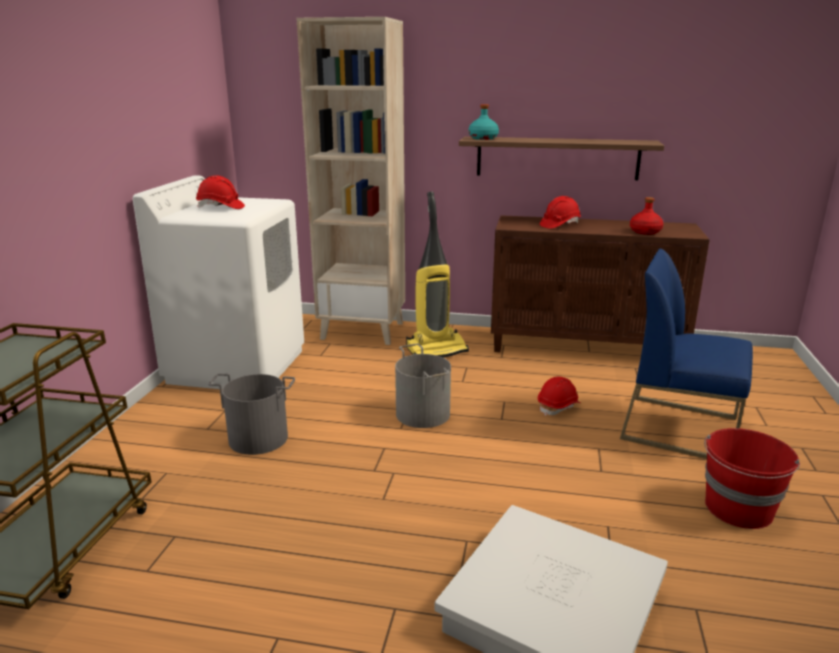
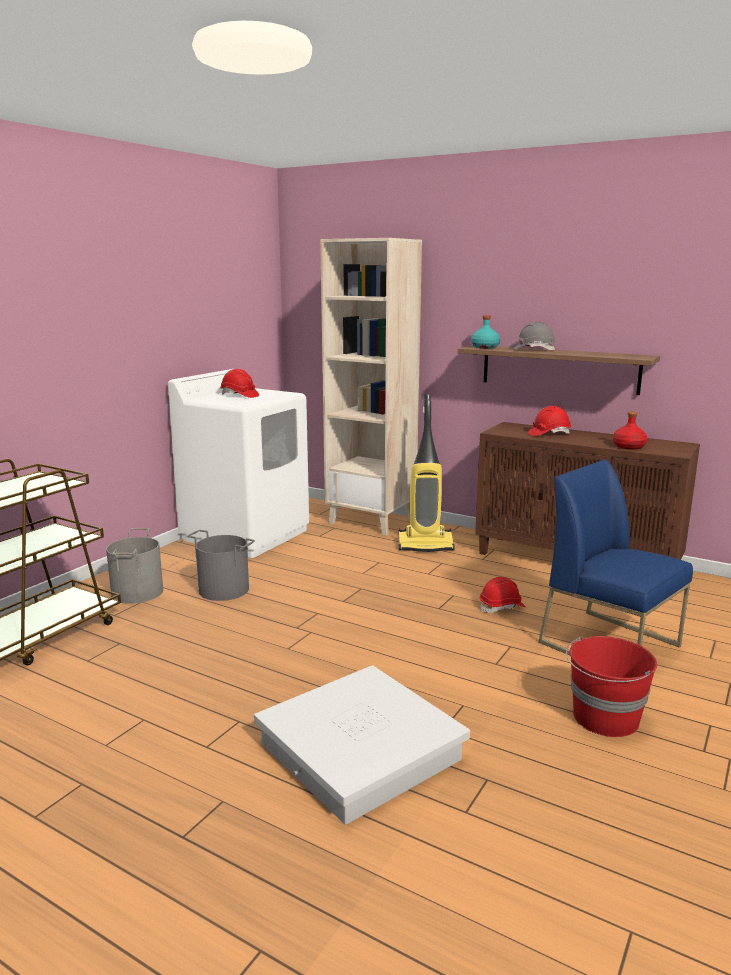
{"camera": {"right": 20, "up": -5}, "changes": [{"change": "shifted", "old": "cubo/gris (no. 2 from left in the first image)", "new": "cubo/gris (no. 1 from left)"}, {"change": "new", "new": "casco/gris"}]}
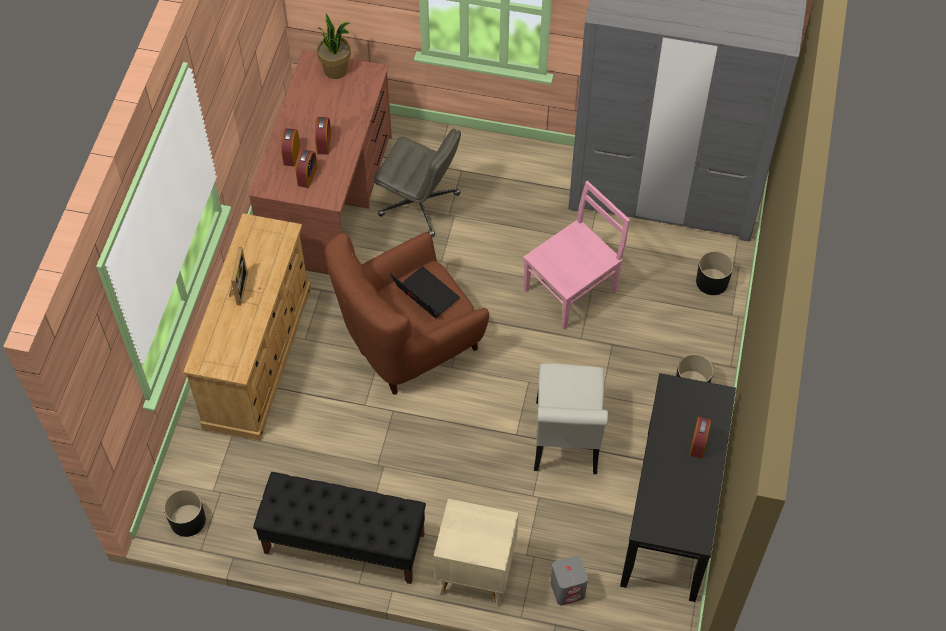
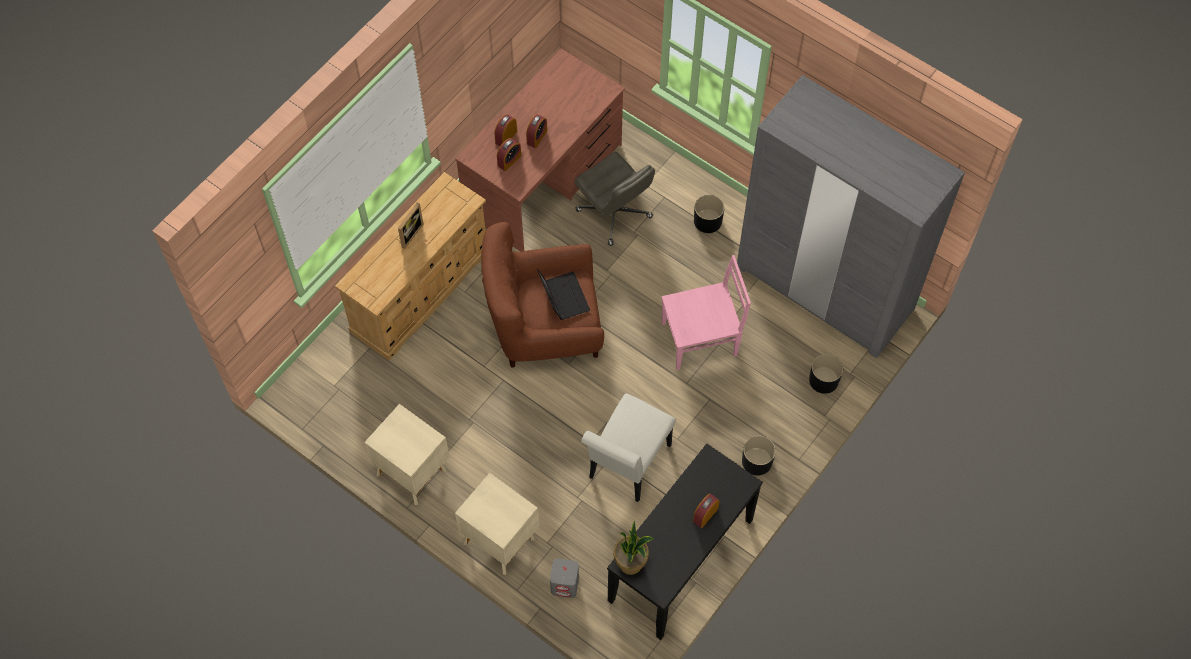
{"camera": {"right": 25, "up": 5}, "changes": [{"change": "shifted", "old": "planta en maceta"}, {"change": "swapped", "old": "banco/negro", "new": "mesita de noche/beis (no. 1 from left)"}, {"change": "shifted", "old": "maceta/negro (no. 1 from left)"}]}
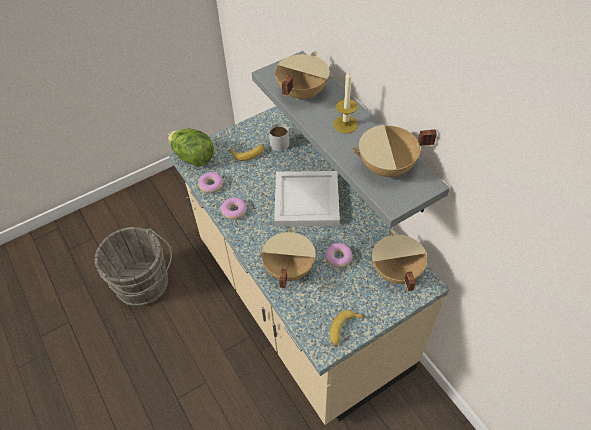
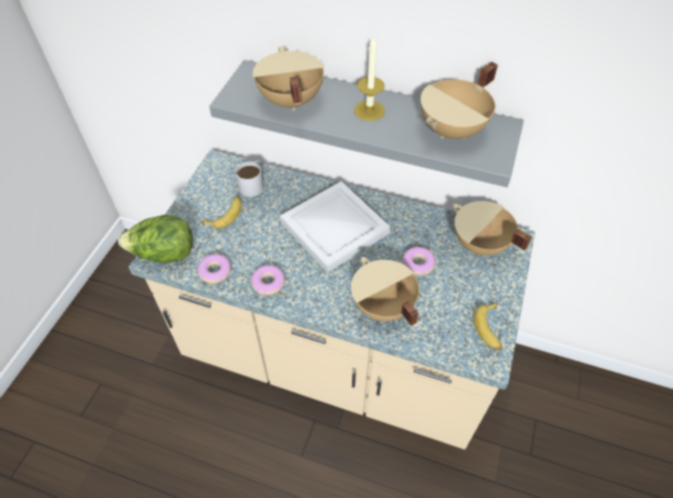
{"camera": {"right": -40, "up": 0}, "changes": [{"change": "gone", "old": "cubo/gris"}]}
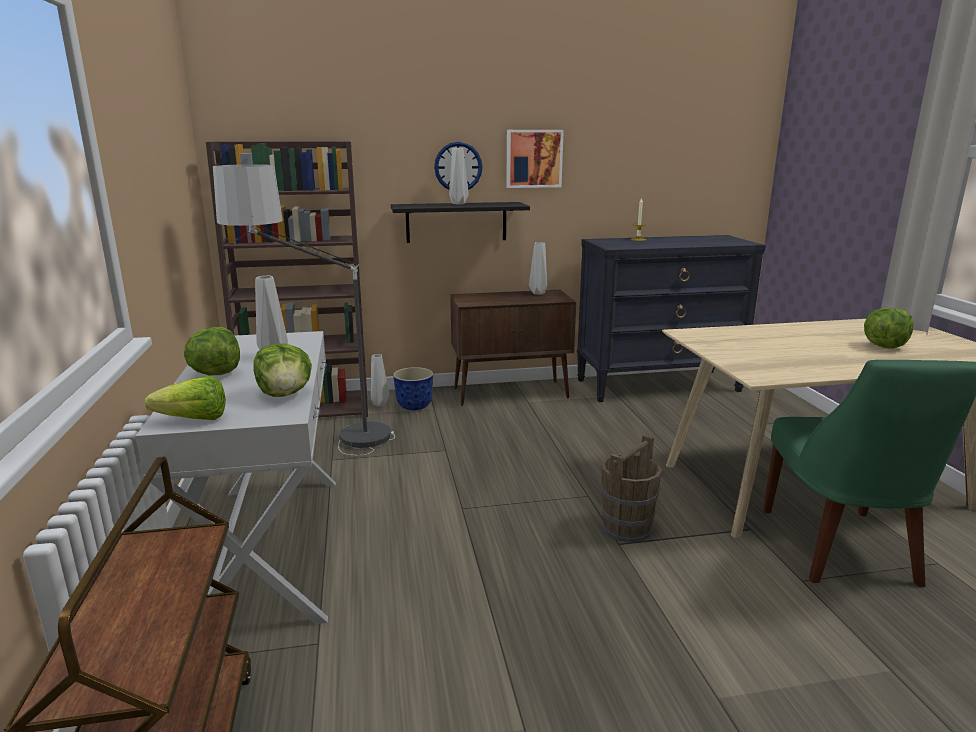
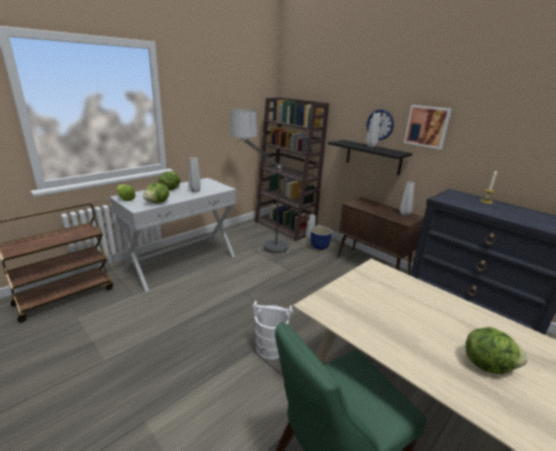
{"camera": {"right": 55, "up": 5}, "changes": [{"change": "repainted", "old": "cubo/marrón", "new": "cubo/blanco"}]}
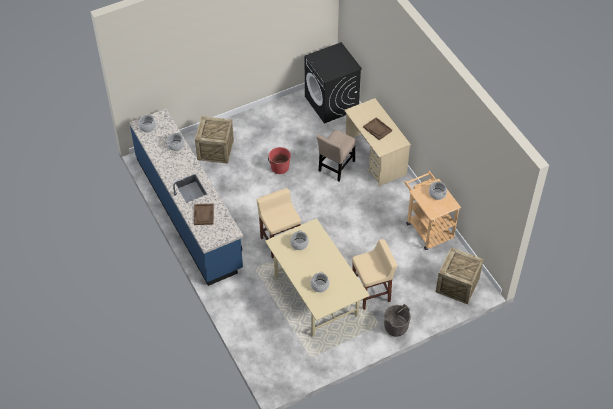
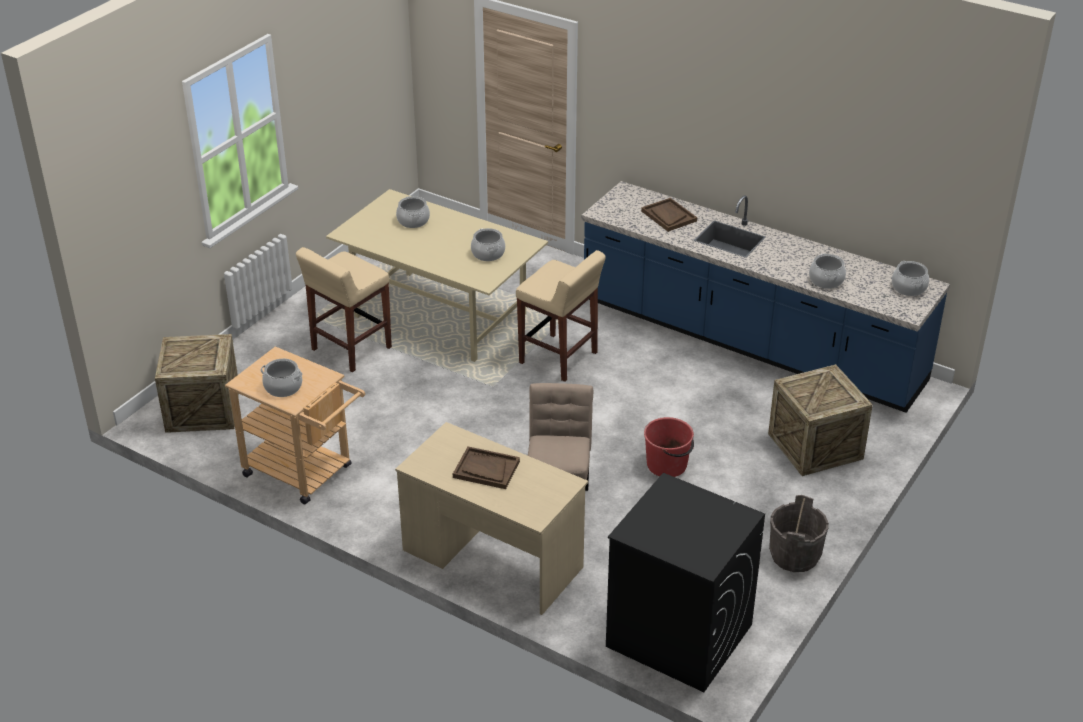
{"camera": {"right": 150, "up": -15}, "changes": [{"change": "shifted", "old": "cubo/gris"}]}
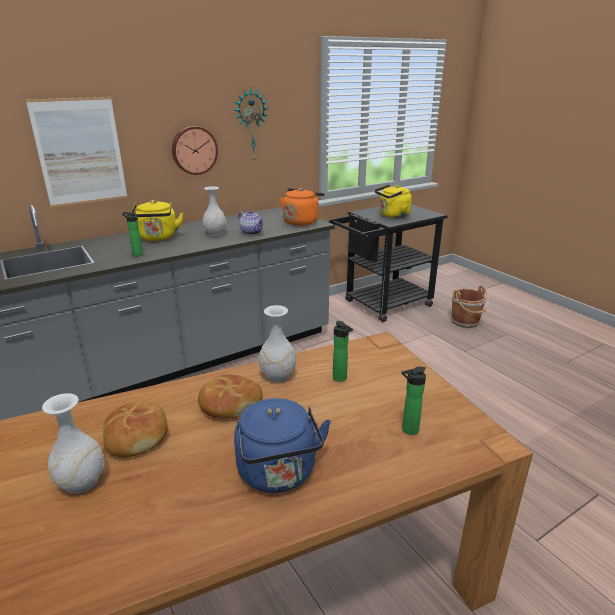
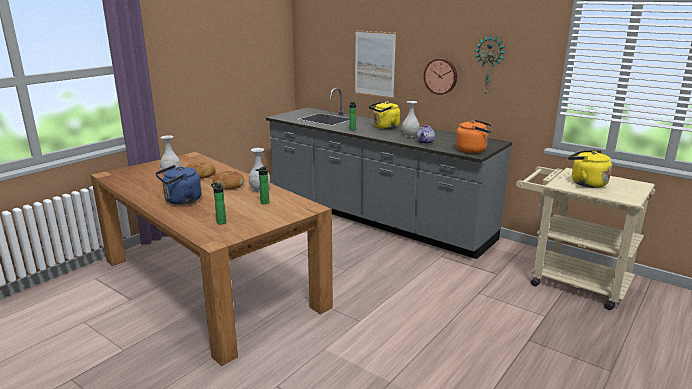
{"camera": {"right": 70, "up": -5}, "changes": [{"change": "repainted", "old": "carrito/negro", "new": "carrito/beis"}, {"change": "gone", "old": "cubo/marrón"}]}
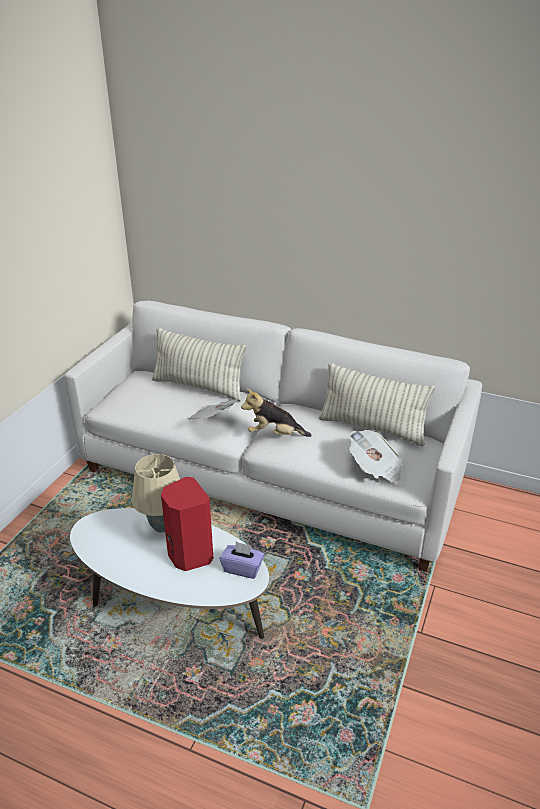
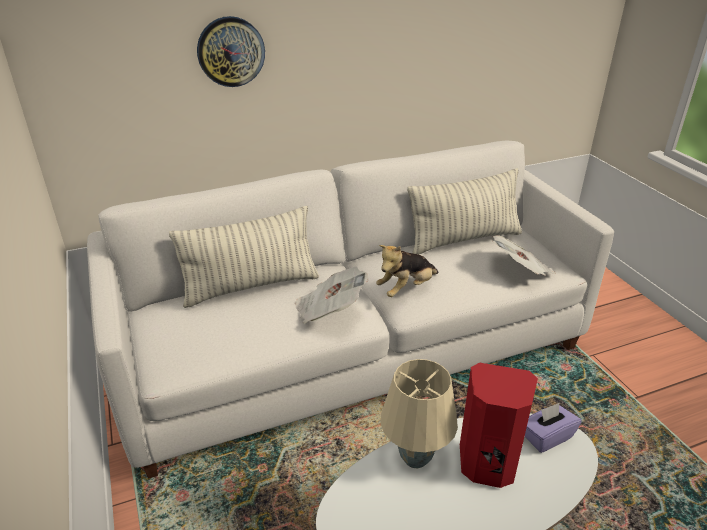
{"camera": {"right": -45, "up": 0}, "changes": [{"change": "new", "new": "reloj de pared"}]}
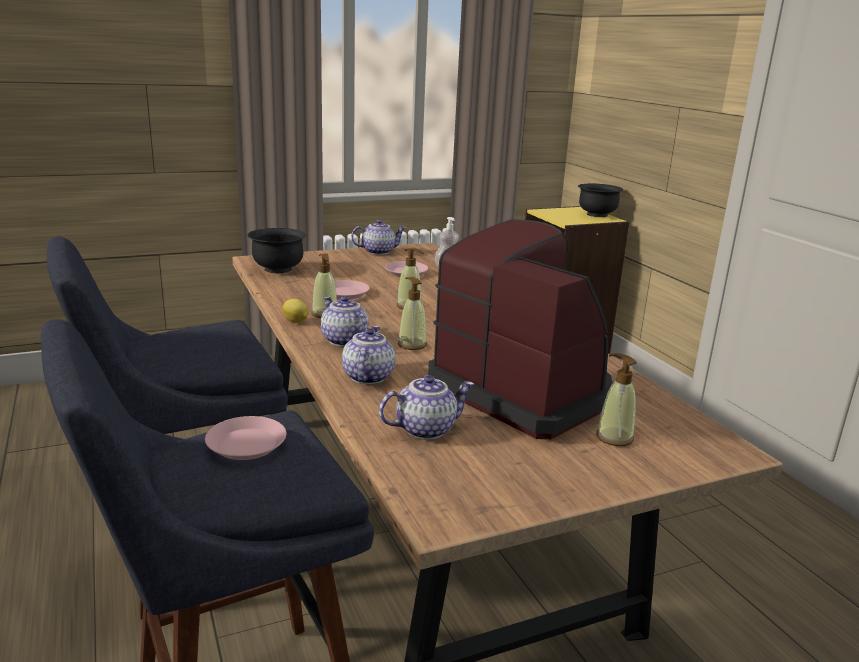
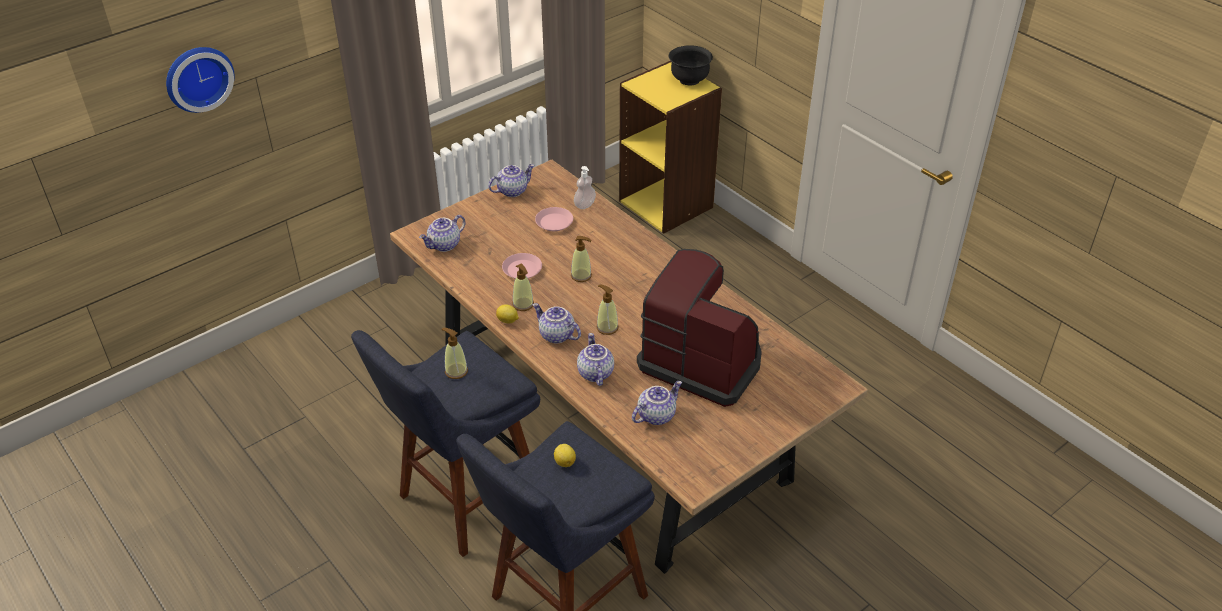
{"camera": {"right": -15, "up": 20}, "changes": [{"change": "swapped", "old": "cuenco/negro (no. 1 from left)", "new": "tetera (no. 1 from left)"}, {"change": "shifted", "old": "dispensador de jabón (no. 5 from left in the first image)", "new": "dispensador de jabón (no. 1 from left)"}, {"change": "swapped", "old": "plato/rosa (no. 1 from left)", "new": "limón (no. 2 from left)"}, {"change": "new", "new": "reloj de pared"}]}
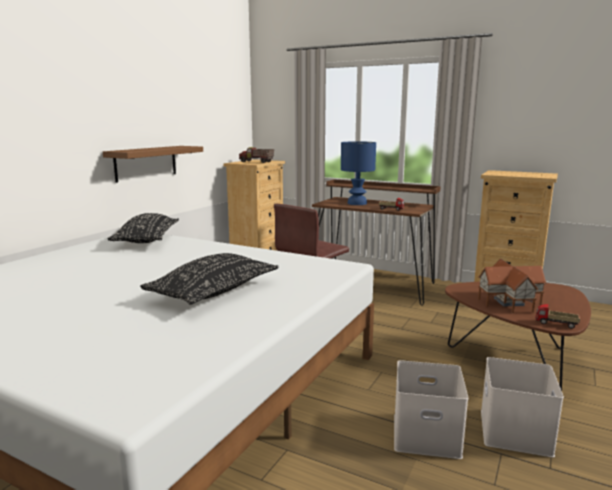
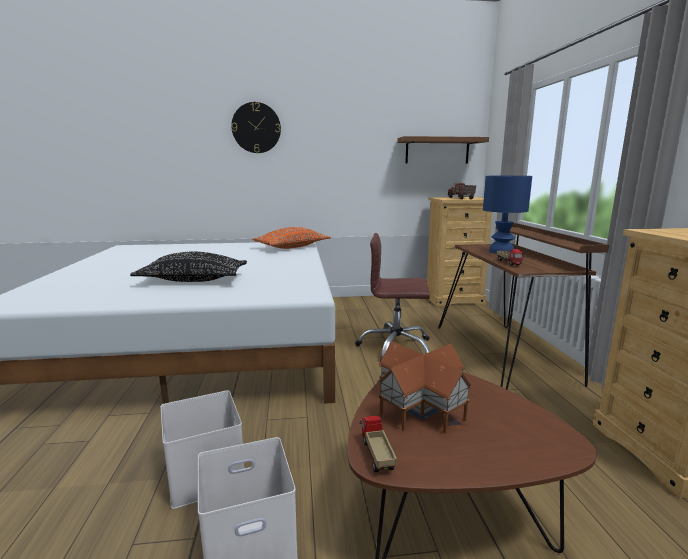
{"camera": {"right": 55, "up": 0}, "changes": [{"change": "shifted", "old": "estante/marrón"}, {"change": "repainted", "old": "cojín/negro (no. 1 from left)", "new": "cojín/naranja"}, {"change": "new", "new": "reloj de pared"}]}
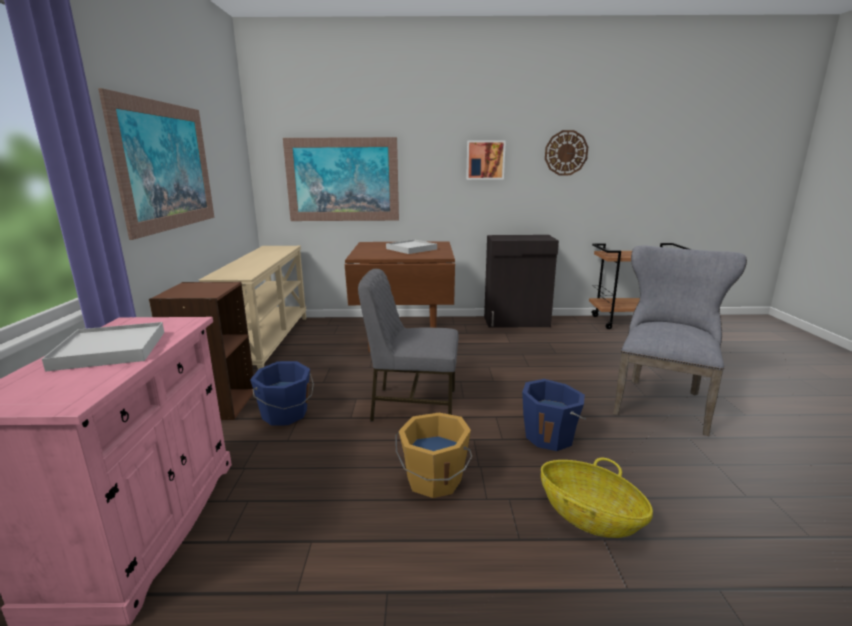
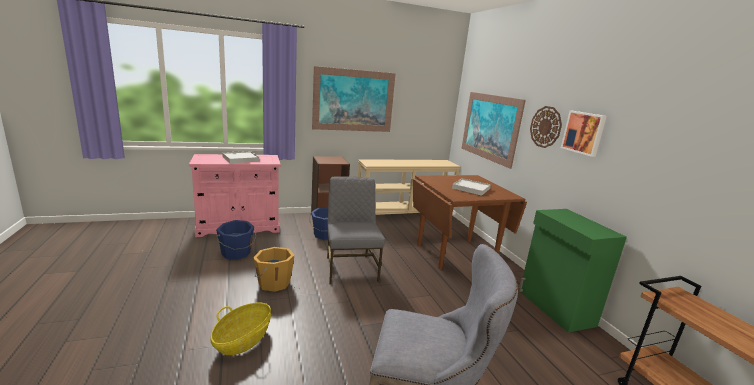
{"camera": {"right": 70, "up": 0}, "changes": [{"change": "shifted", "old": "reloj de pared"}, {"change": "repainted", "old": "armario/negro", "new": "armario/verde"}, {"change": "shifted", "old": "cubo/azul (no. 2 from left in the first image)", "new": "cubo/azul (no. 1 from left)"}]}
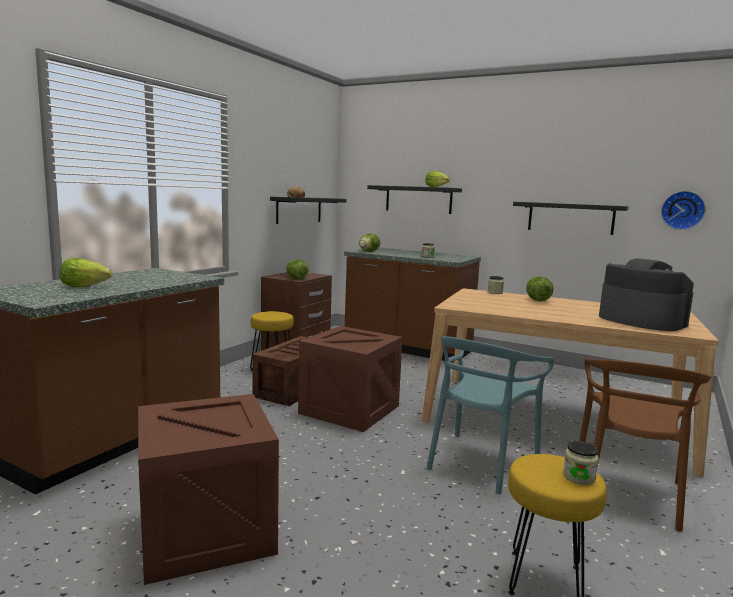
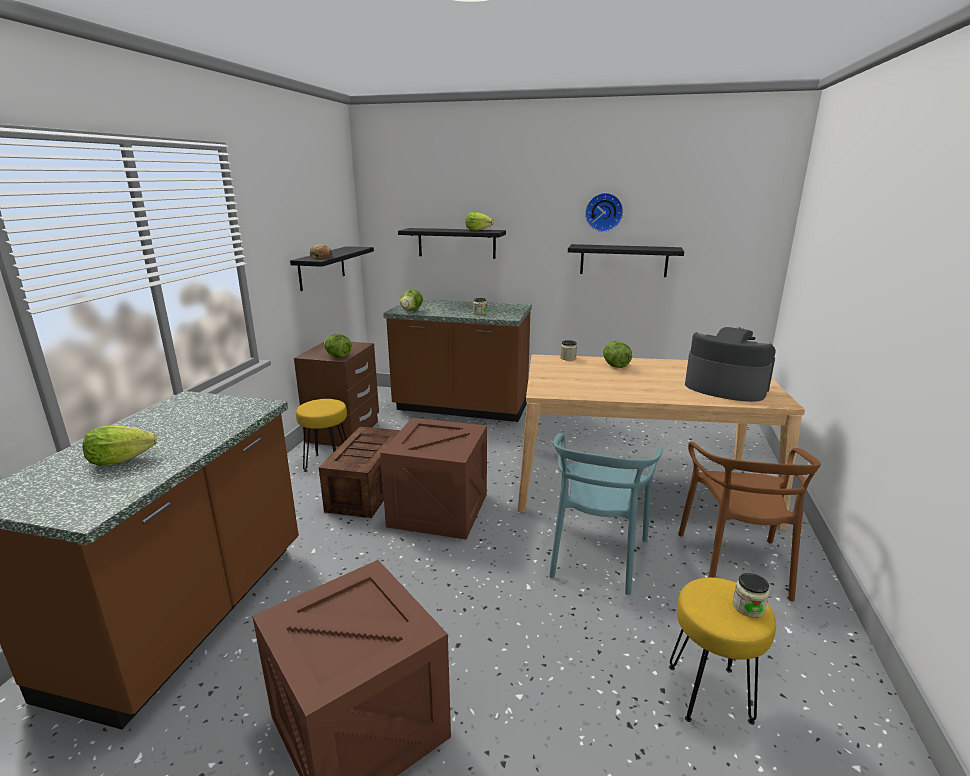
{"camera": {"right": -15, "up": 10}, "changes": [{"change": "shifted", "old": "reloj de pared"}]}
